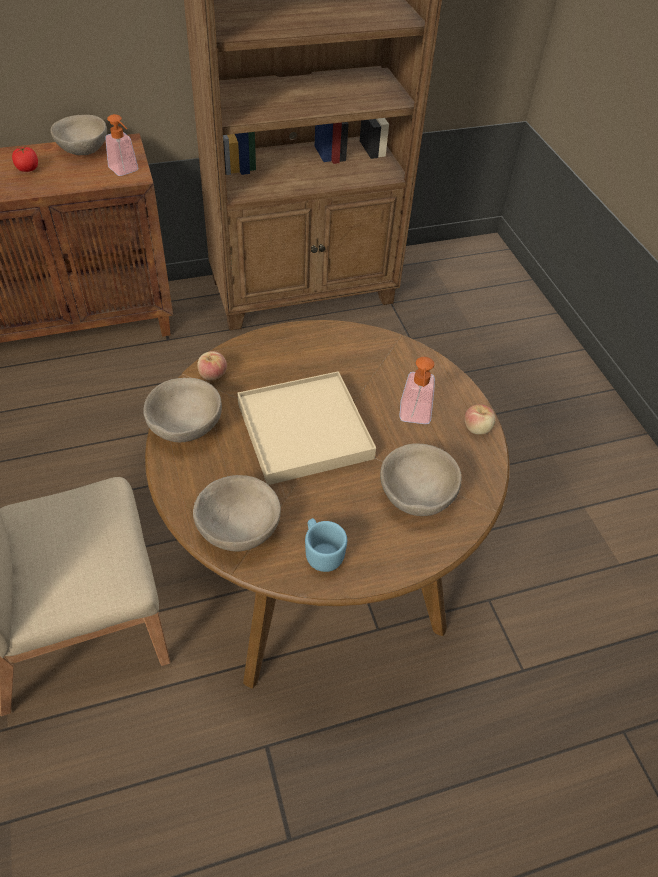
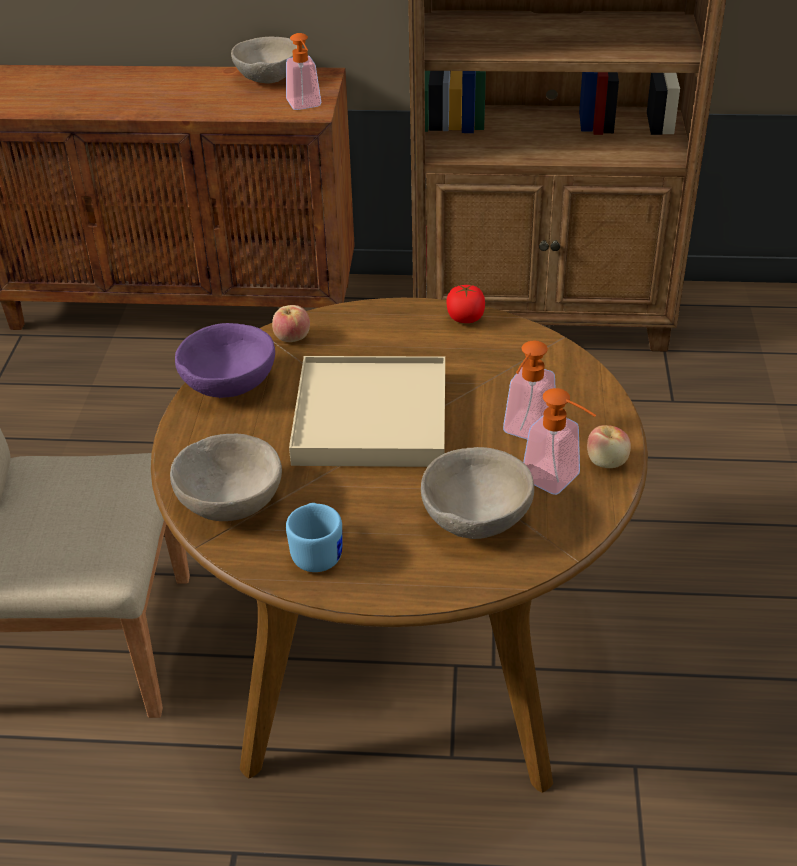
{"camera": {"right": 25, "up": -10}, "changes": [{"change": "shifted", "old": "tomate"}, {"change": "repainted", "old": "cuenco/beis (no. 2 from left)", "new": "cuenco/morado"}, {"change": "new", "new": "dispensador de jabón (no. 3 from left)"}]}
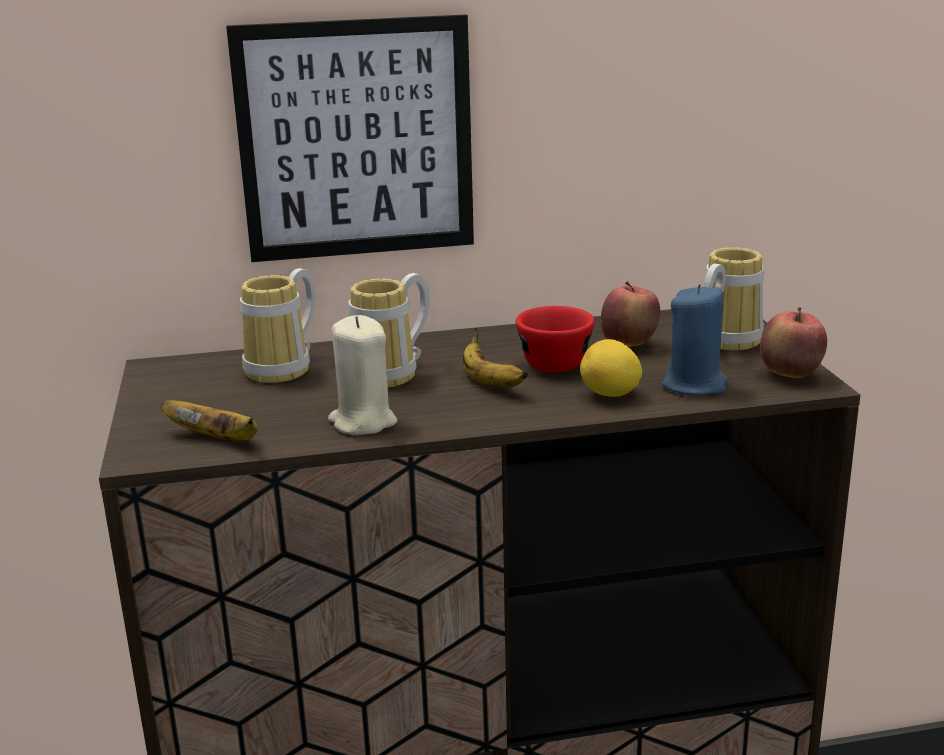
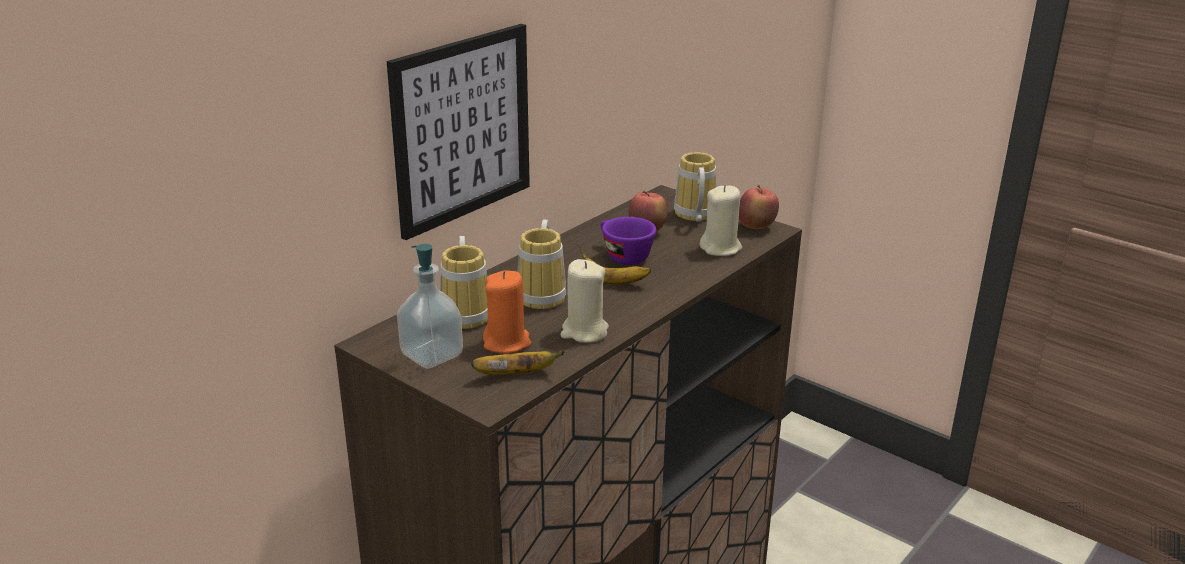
{"camera": {"right": -40, "up": 5}, "changes": [{"change": "repainted", "old": "vela/azul", "new": "vela/beis (no. 2 from left)"}, {"change": "repainted", "old": "taza/rojo", "new": "taza/morado"}, {"change": "gone", "old": "limón"}, {"change": "new", "new": "dispensador de jabón"}, {"change": "new", "new": "vela/naranja"}]}
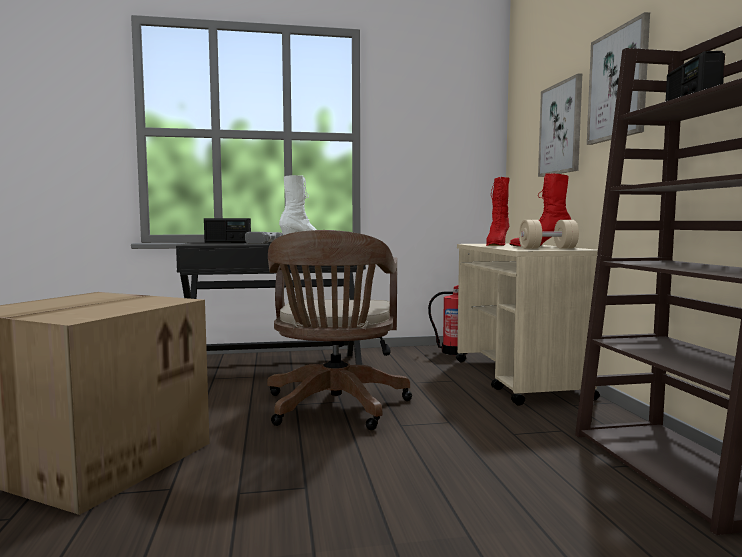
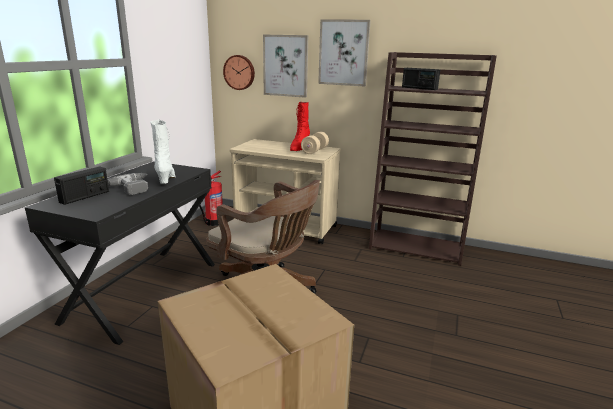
{"camera": {"right": -60, "up": 15}, "changes": [{"change": "gone", "old": "bota/rojo (no. 1 from left)"}, {"change": "new", "new": "reloj de pared"}]}
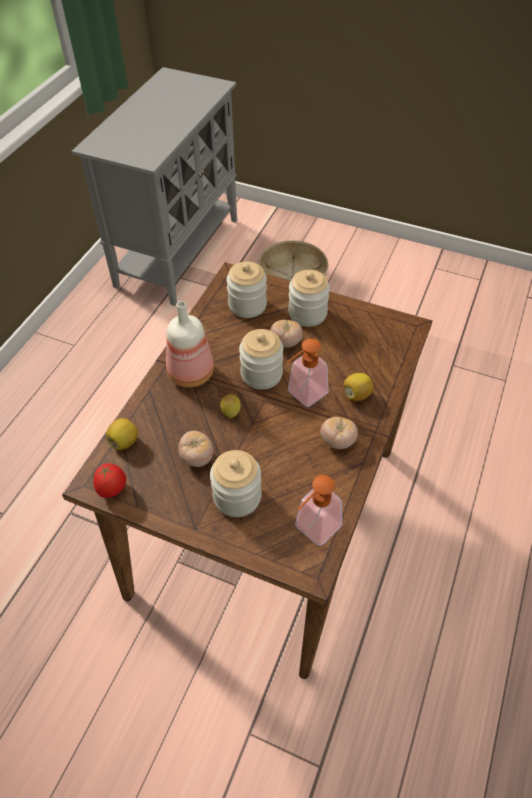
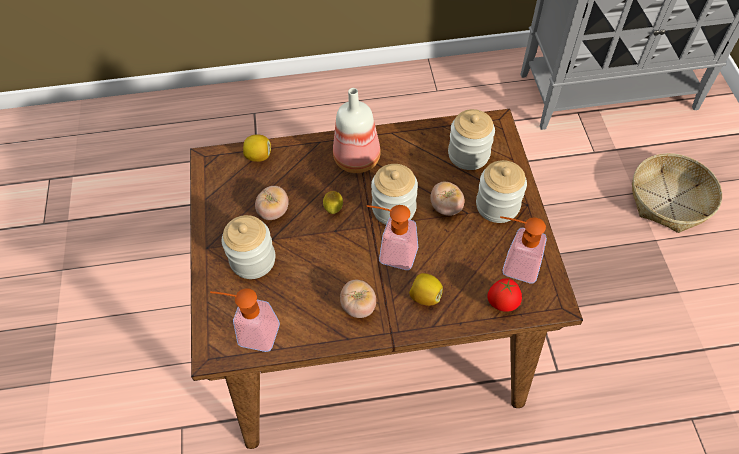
{"camera": {"right": 60, "up": 5}, "changes": [{"change": "shifted", "old": "tomate (no. 1 from left in the first image)", "new": "tomate (no. 4 from left)"}, {"change": "new", "new": "dispensador de jabón (no. 3 from left)"}]}
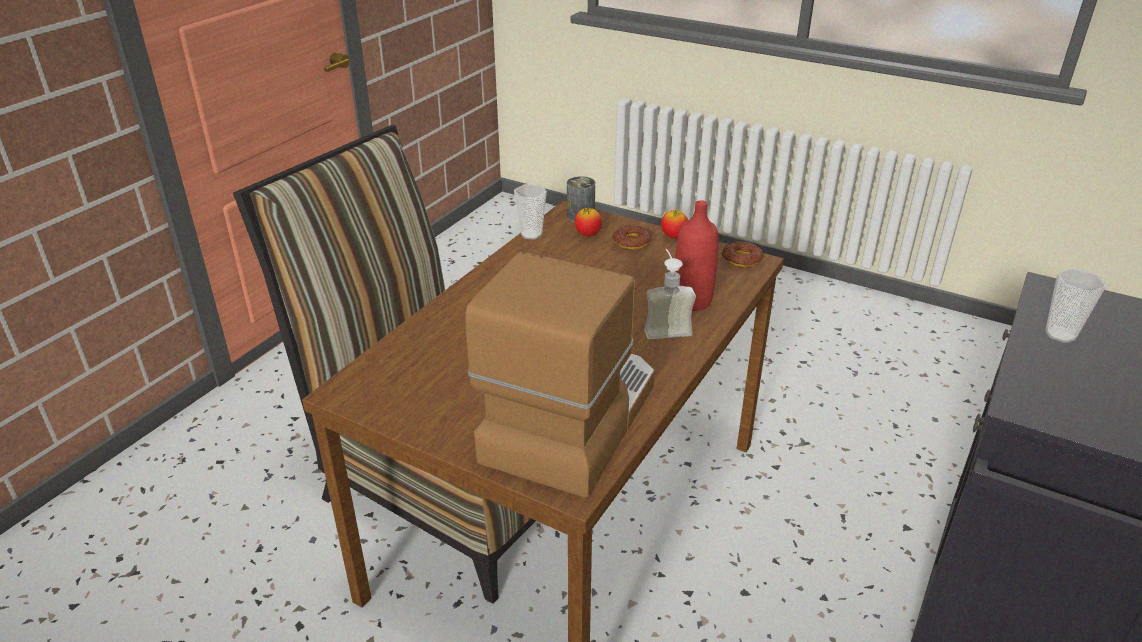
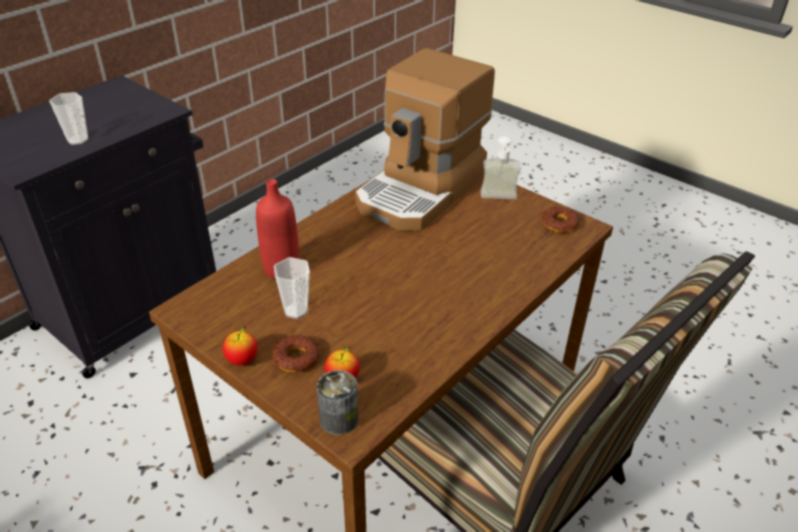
{"camera": {"right": -170, "up": 5}, "changes": [{"change": "shifted", "old": "taza (no. 1 from left in the first image)", "new": "taza (no. 2 from left)"}, {"change": "shifted", "old": "rosquilla (no. 2 from left)"}, {"change": "shifted", "old": "dispensador de jabón"}]}
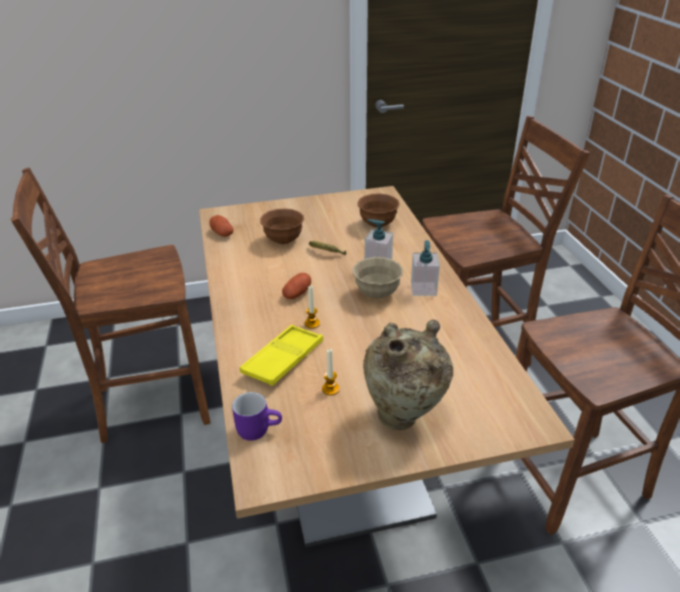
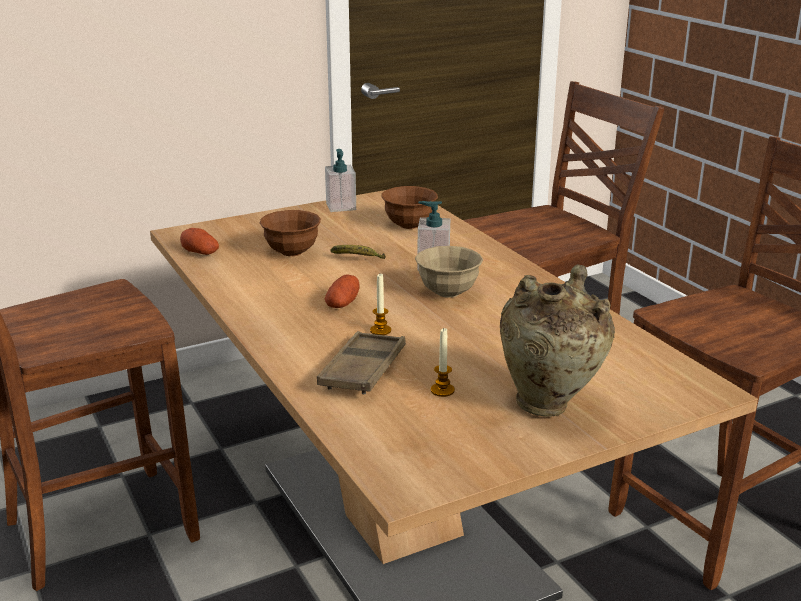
{"camera": {"right": -15, "up": -10}, "changes": [{"change": "shifted", "old": "dispensador de jabón (no. 2 from left in the first image)", "new": "dispensador de jabón (no. 1 from left)"}, {"change": "repainted", "old": "bandeja/amarillo", "new": "bandeja/marrón"}, {"change": "gone", "old": "taza grande/morado"}]}
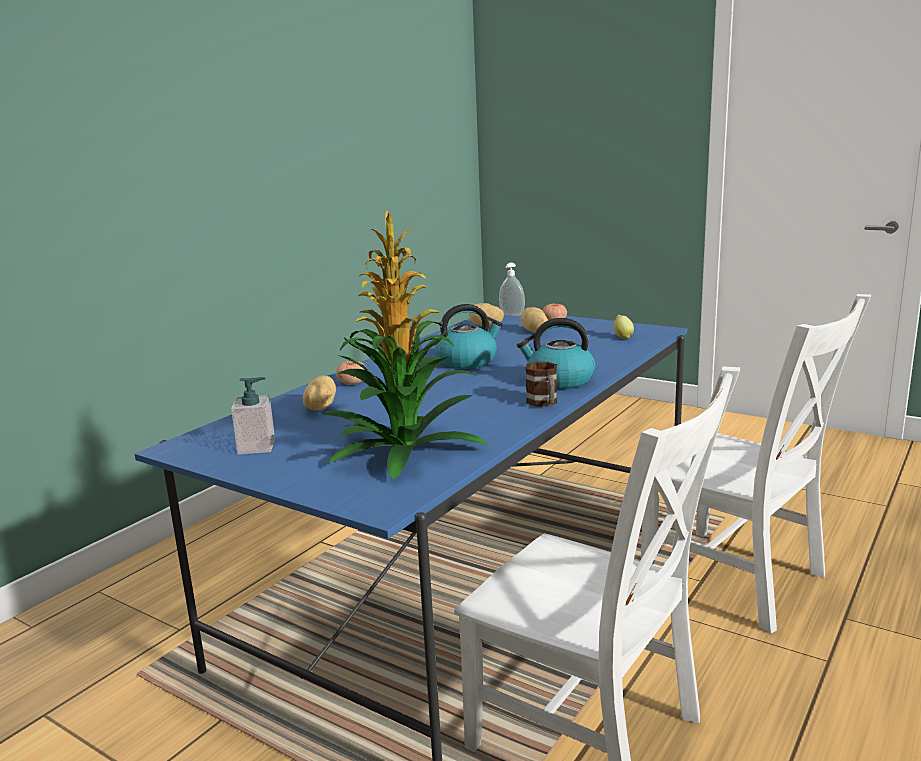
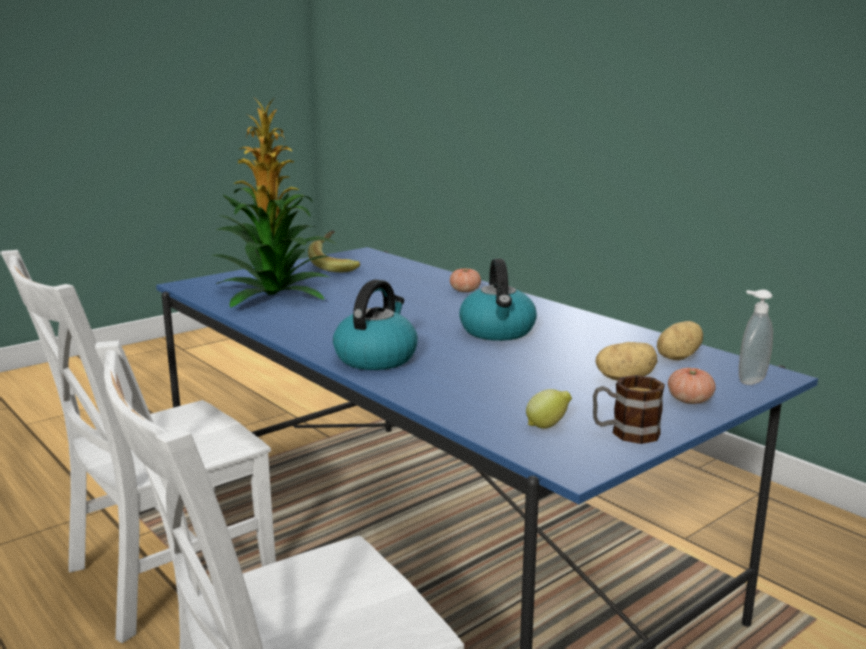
{"camera": {"right": 105, "up": 0}, "changes": [{"change": "shifted", "old": "taza grande"}, {"change": "gone", "old": "patata (no. 1 from left)"}, {"change": "swapped", "old": "dispensador de jabón (no. 1 from left)", "new": "plátano"}]}
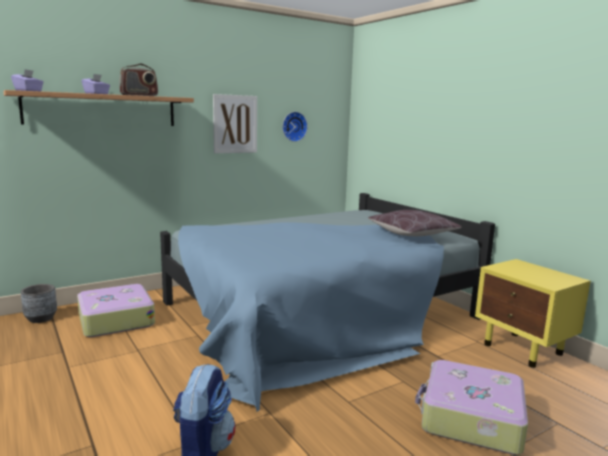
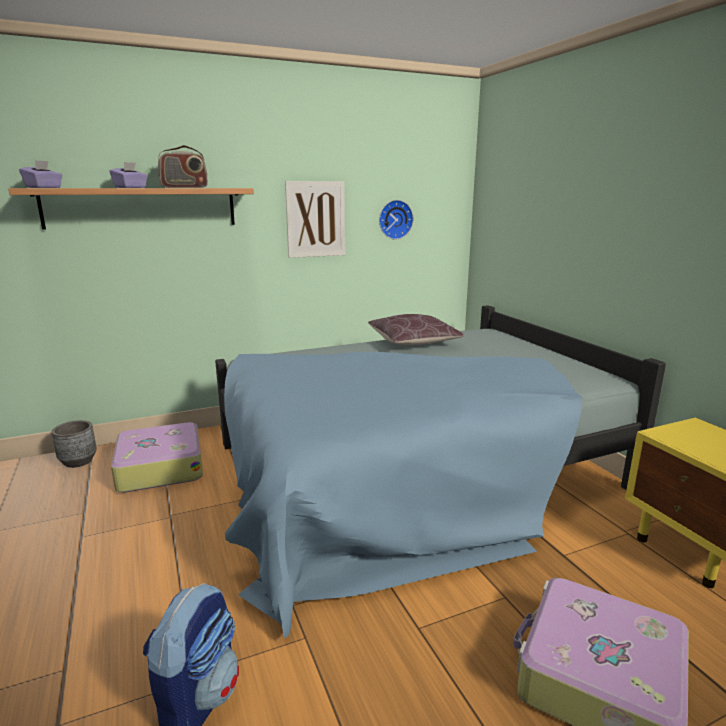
{"camera": {"right": 10, "up": 5}, "changes": [{"change": "shifted", "old": "cojín/marrón"}]}
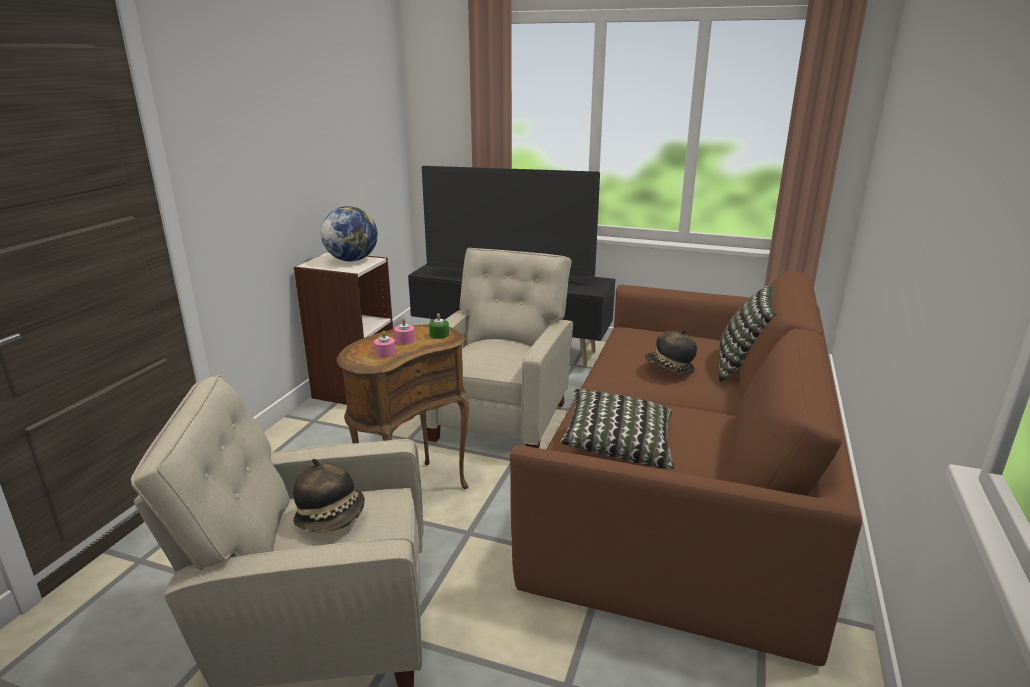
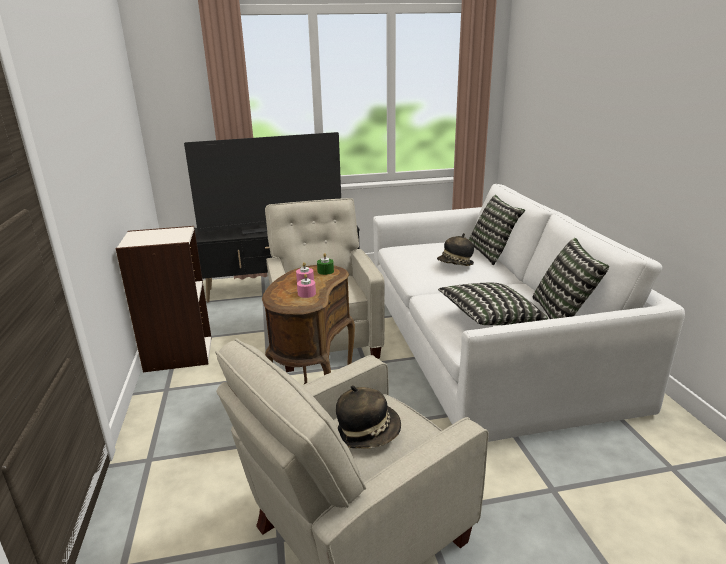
{"camera": {"right": -30, "up": 0}, "changes": [{"change": "gone", "old": "globo terráqueo"}, {"change": "repainted", "old": "sofá/marrón", "new": "sofá/blanco"}, {"change": "new", "new": "cojín (no. 3 from left)"}]}
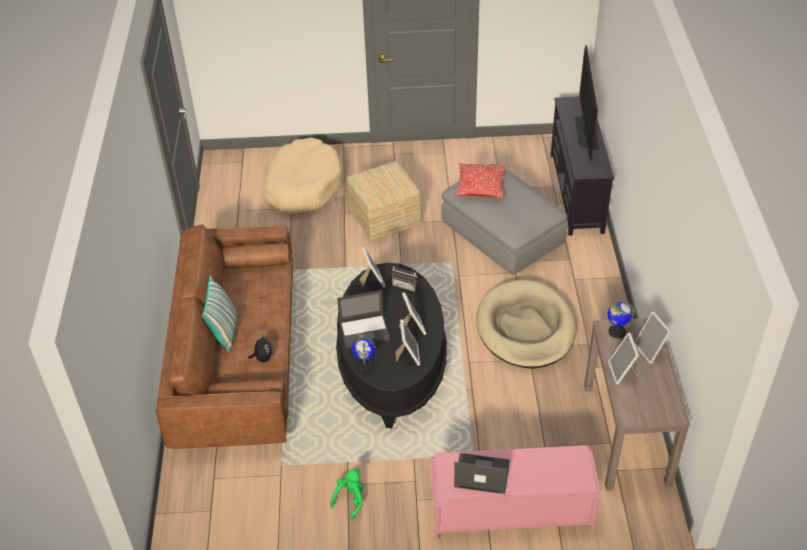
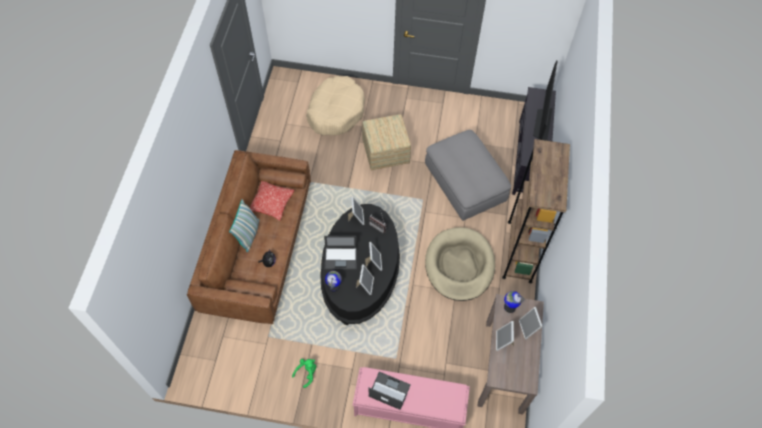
{"camera": {"right": 10, "up": 15}, "changes": [{"change": "shifted", "old": "cojín (no. 2 from left)"}, {"change": "new", "new": "estantería/marrón"}]}
